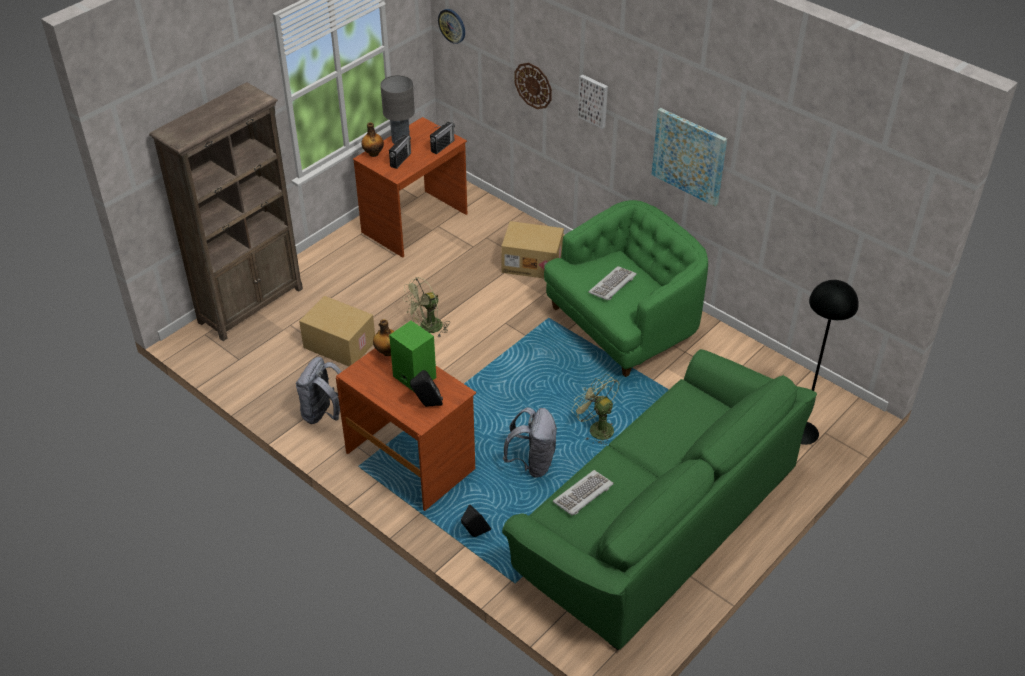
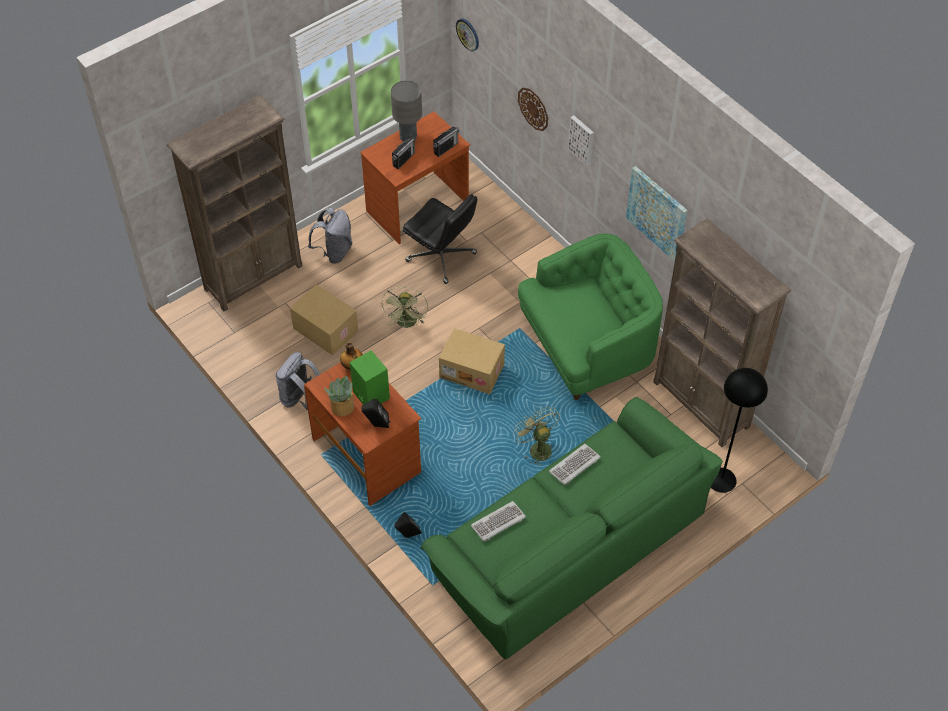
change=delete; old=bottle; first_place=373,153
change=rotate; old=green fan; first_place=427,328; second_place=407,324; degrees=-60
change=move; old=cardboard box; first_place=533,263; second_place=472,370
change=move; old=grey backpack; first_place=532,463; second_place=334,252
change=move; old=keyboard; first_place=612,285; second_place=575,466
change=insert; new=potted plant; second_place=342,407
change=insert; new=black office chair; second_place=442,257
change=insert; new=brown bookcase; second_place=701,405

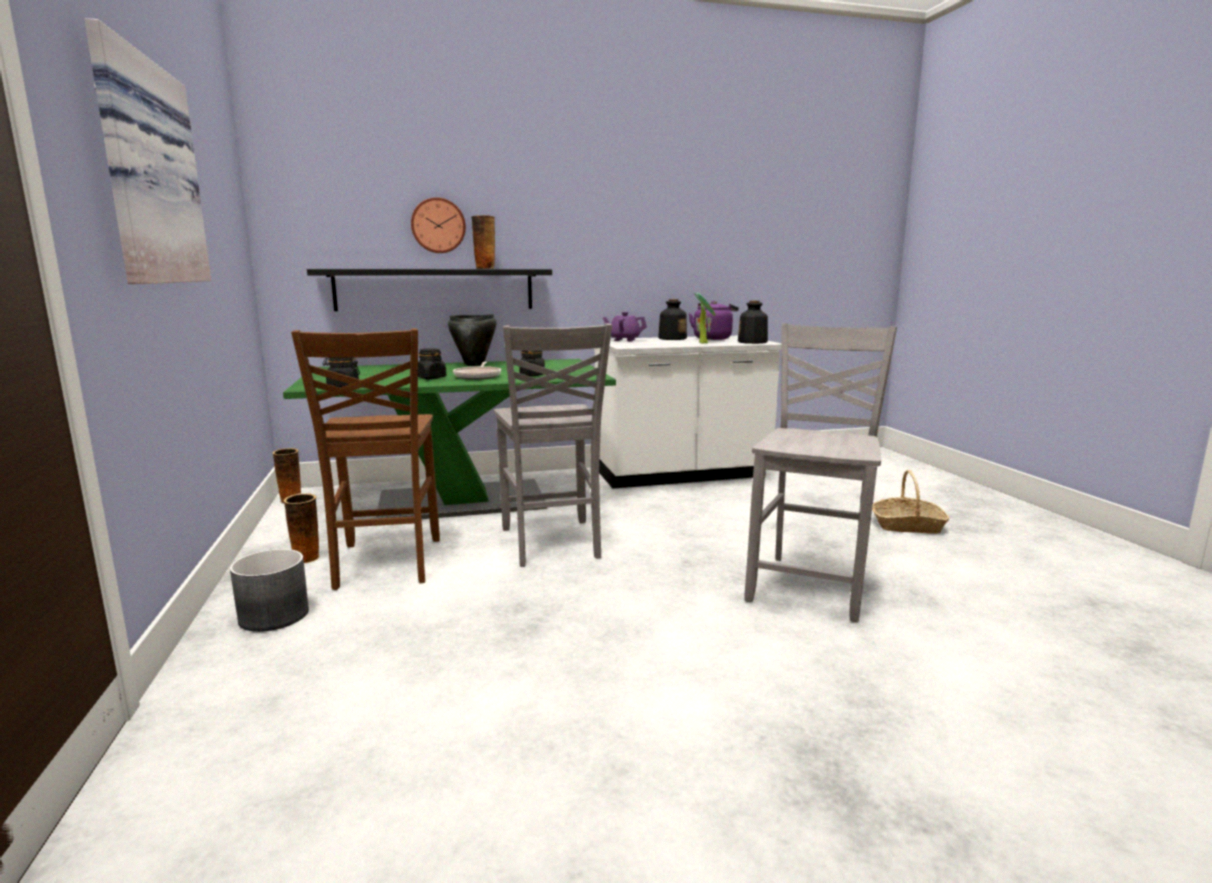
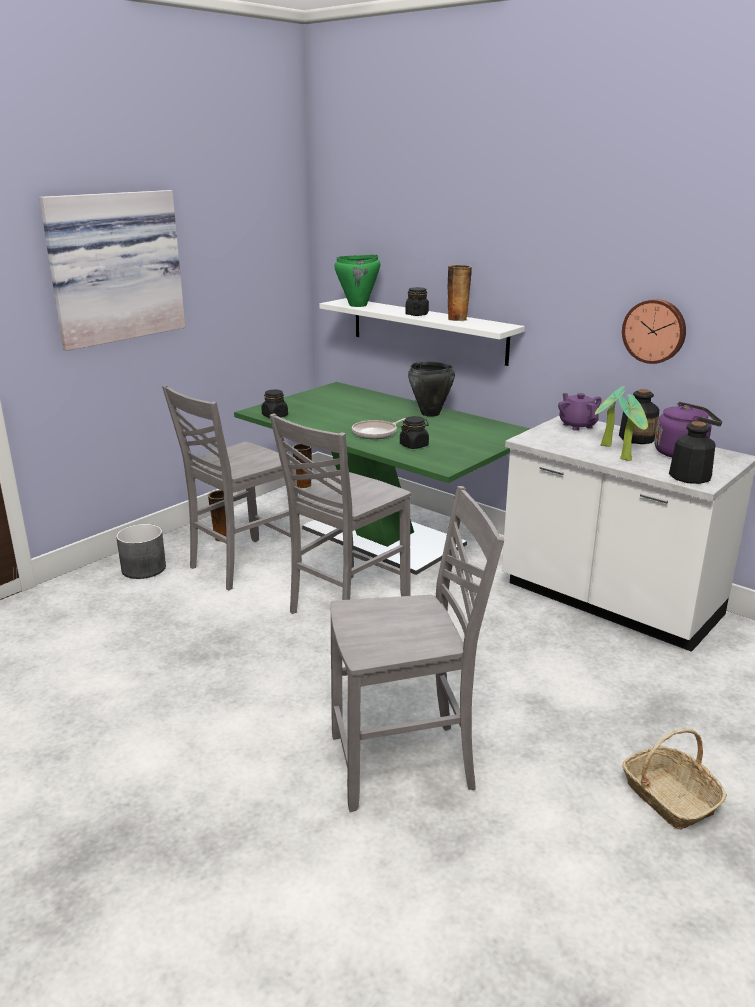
change=recolor; old=brown chair; new=grey chair; first_place=385,564; second_place=242,565
change=recolor; old=black shelf; new=white shelf; first_place=435,289; second_place=427,330
change=move; old=wall clock; first_place=438,225; second_place=654,331
change=move; old=black jar; first_place=431,378; second_place=416,314
change=insert; new=green cooking pot; second_place=358,305
change=insert; new=potted plant; second_place=604,446

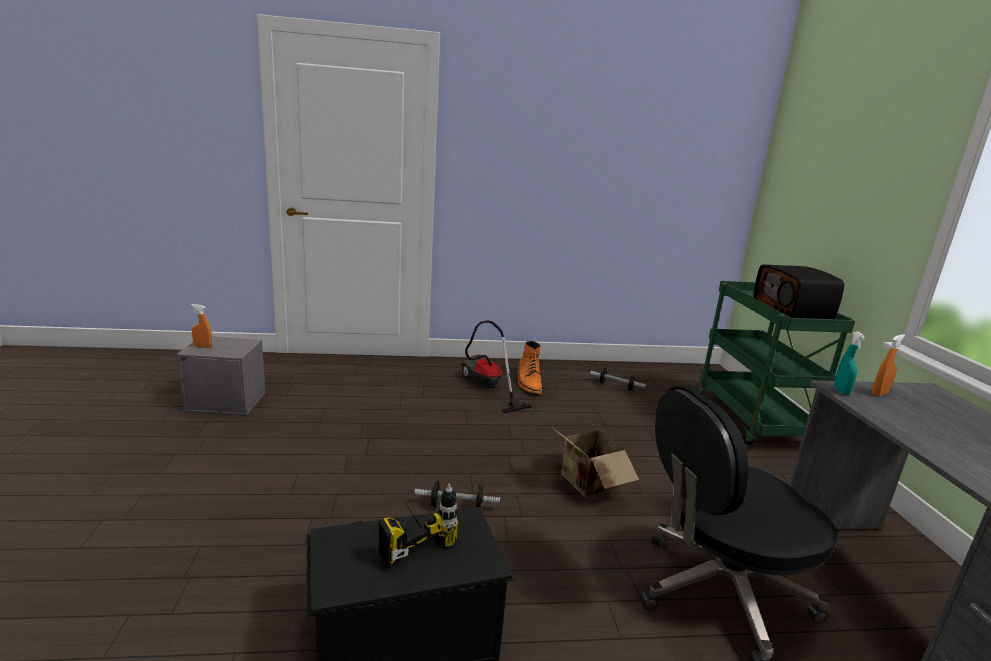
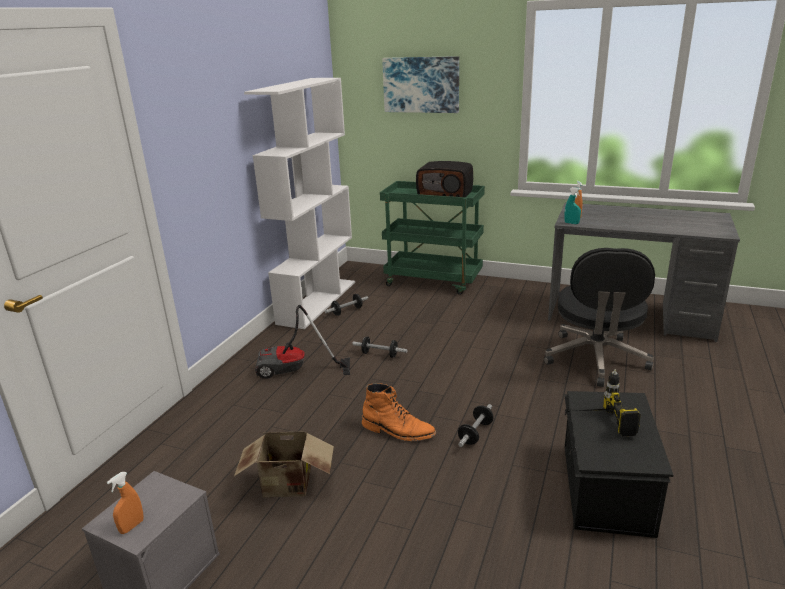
change=move; old=orange boot; first_place=528,383; second_place=398,431
change=move; old=cardboard box; first_place=586,484; second_place=288,486
change=insert; new=white bookcase; second_place=317,301
change=insert; new=dumbbell; second_place=380,354
change=insert; new=picture; second_place=421,84

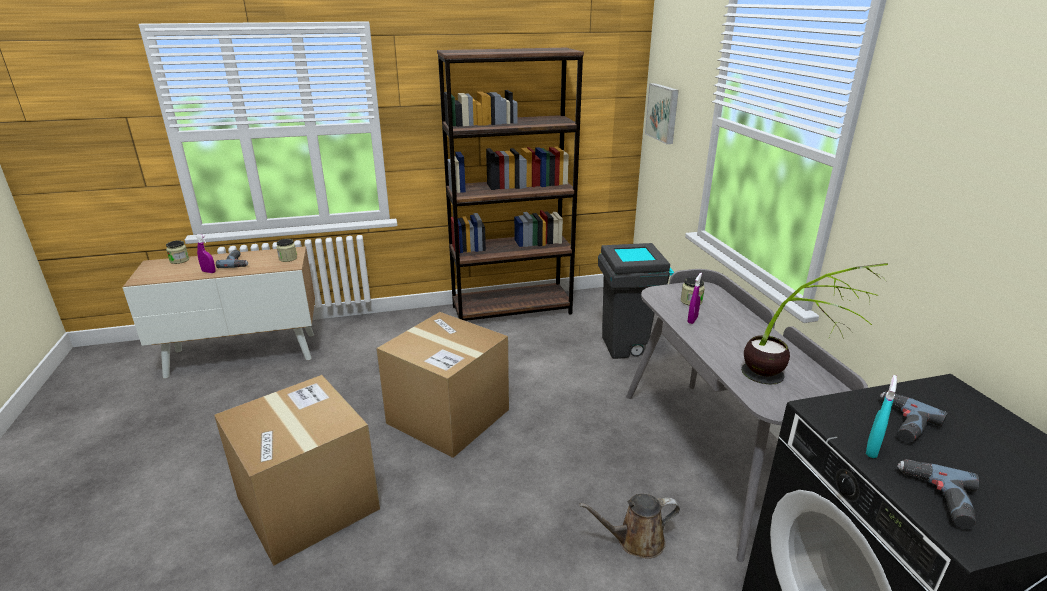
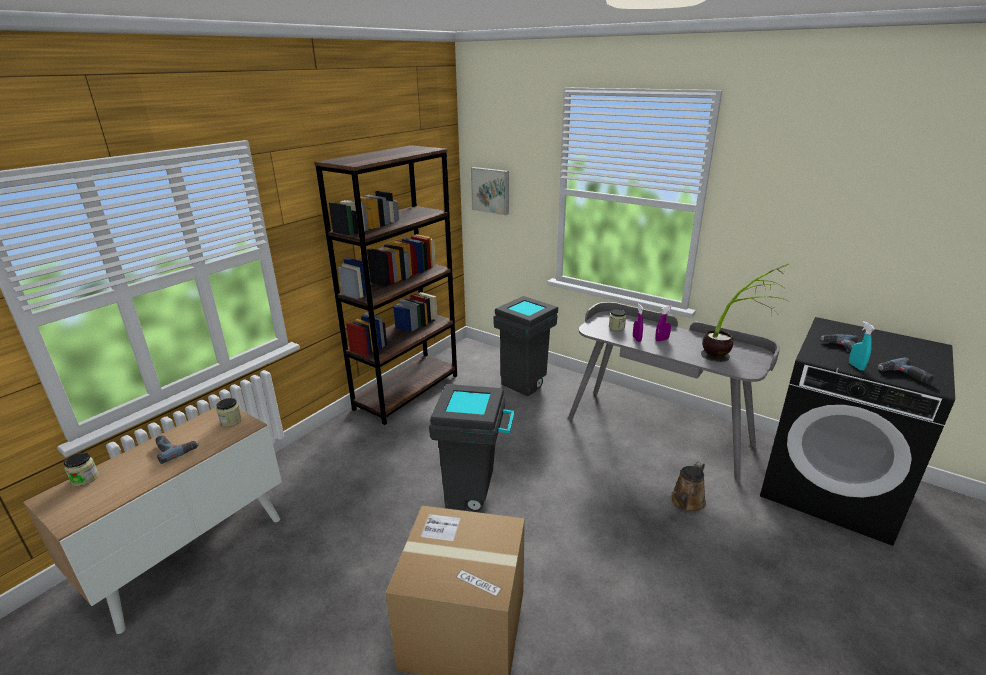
change=move; old=purple spray bottle; first_place=209,272; second_place=662,340
change=replace; old=cardboard box; new=grey trash can; first_place=448,416; second_place=474,496

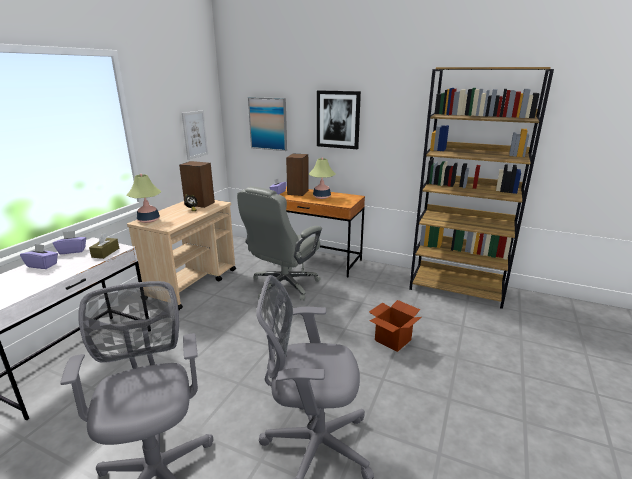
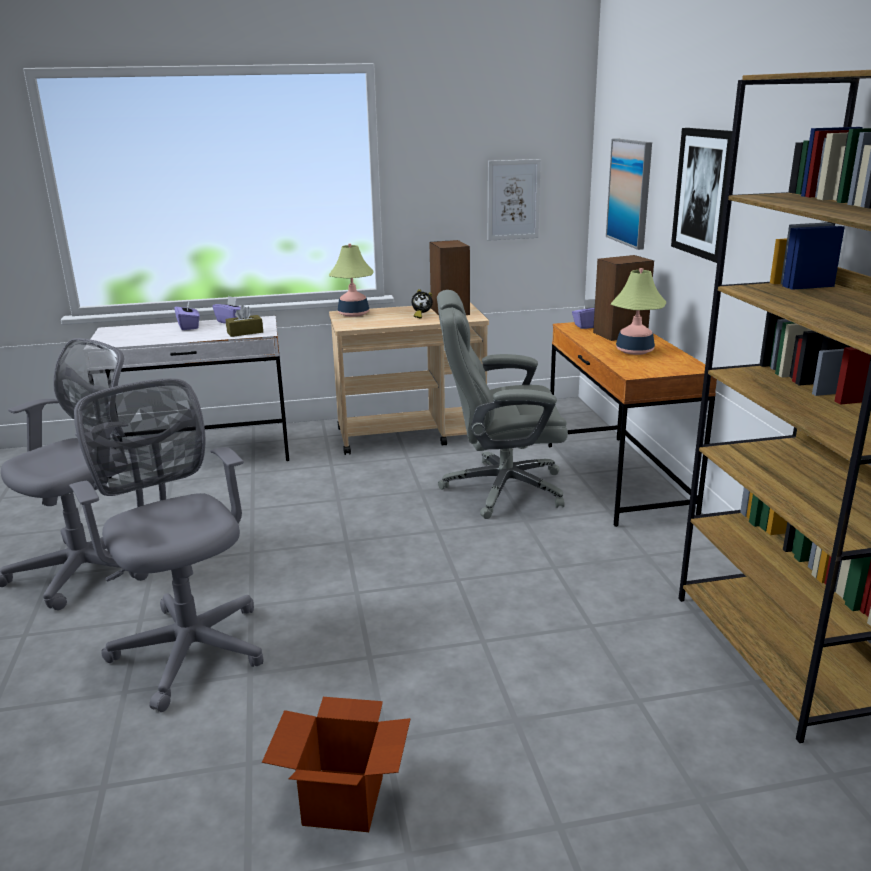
change=move; old=cardboard box; first_place=393,340; second_place=344,800

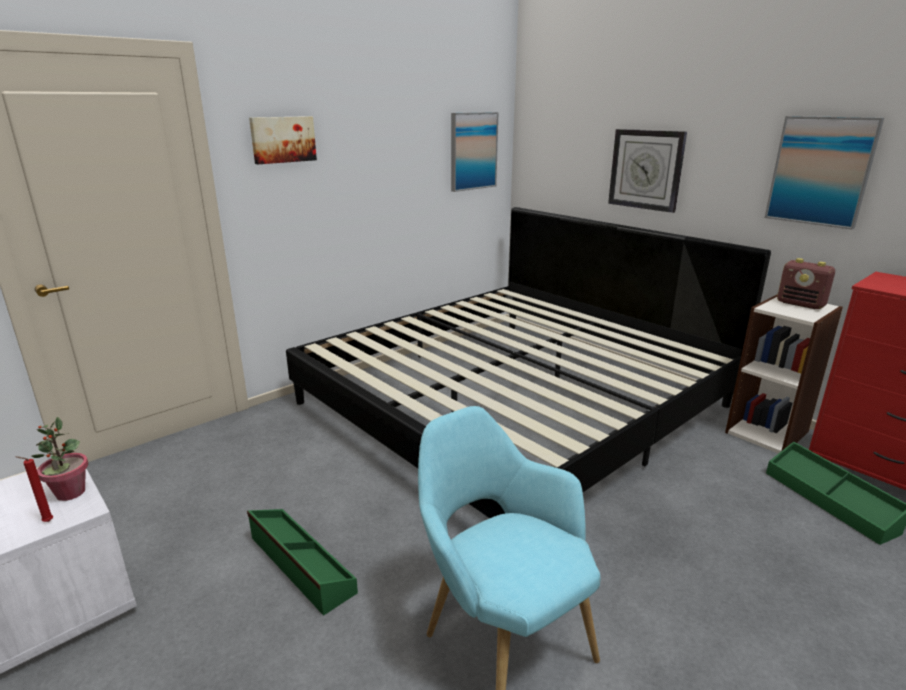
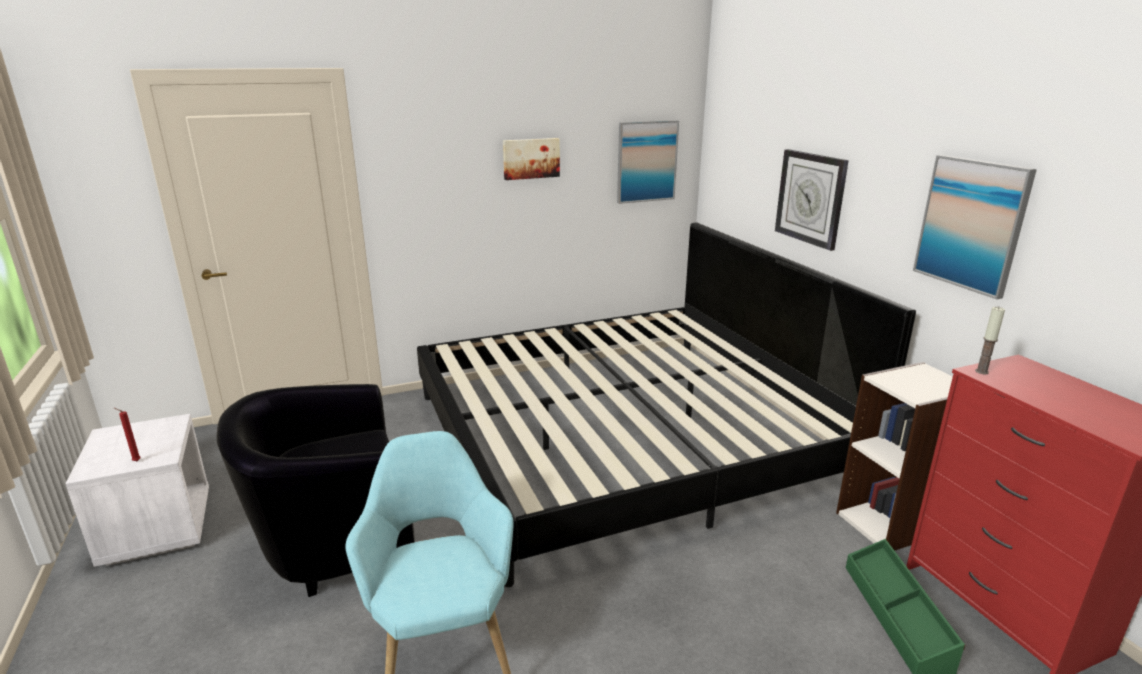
change=delete; old=potted plant; first_place=70,493
change=replace; old=green storage box; new=black armchair; first_place=300,565; second_place=333,543
change=move; old=picture; first_place=283,139; second_place=531,158
change=delete; old=radio; first_place=801,304
change=insert; new=candle; second_place=981,371

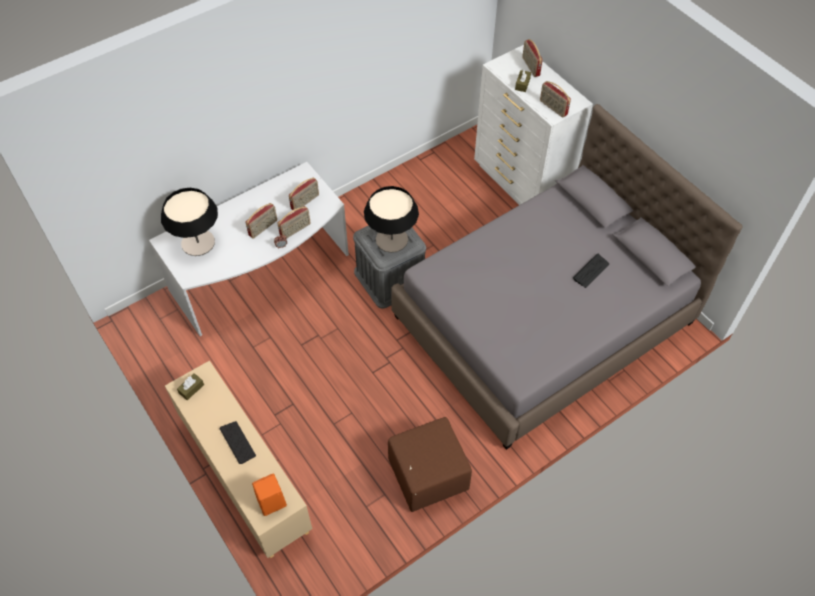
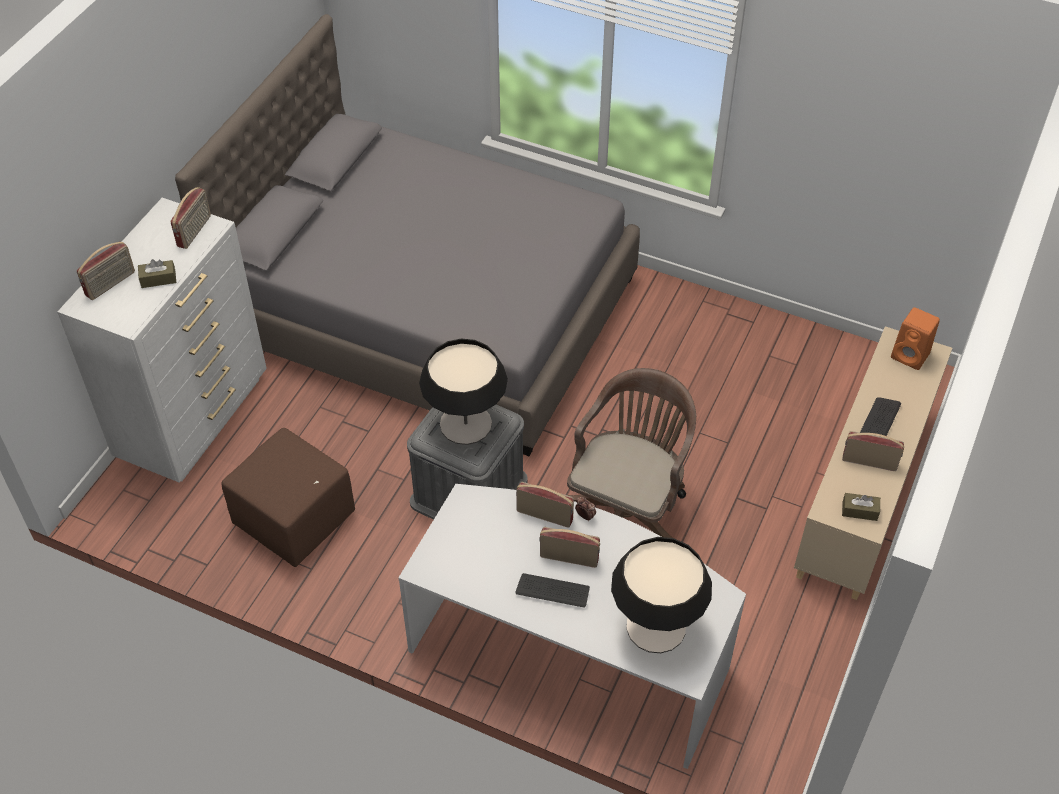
change=move; old=radio; first_place=305,202; second_place=869,461
change=move; old=brown ottoman; first_place=427,476; second_place=295,519
change=move; old=keyboard; first_place=591,271; second_place=553,591
change=insert; new=brown office chair; second_place=627,511

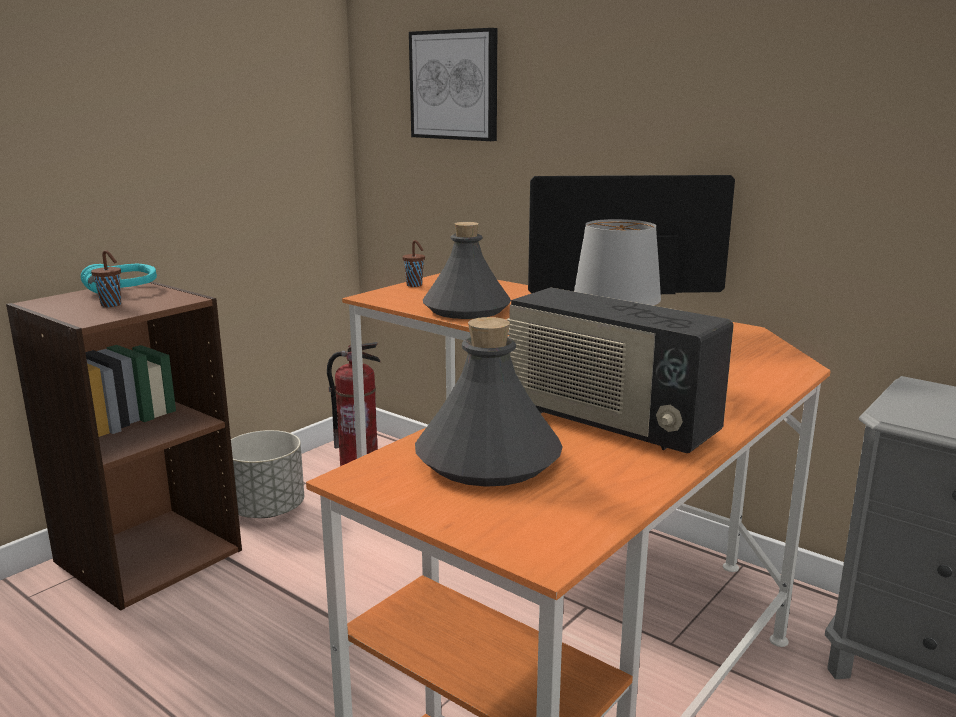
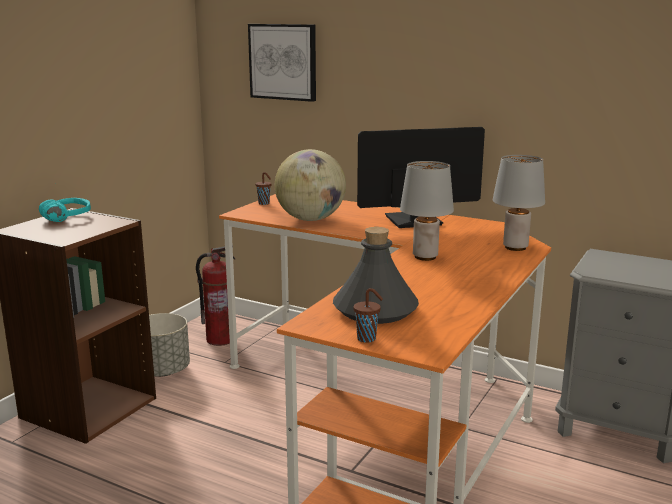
change=move; old=brown cup; first_place=112,305; second_place=367,339
change=replace; old=grey bottle; new=globe; first_place=467,309; second_place=311,219
change=delete; old=radio; first_place=608,423
change=insert; new=grey table lamp; second_place=514,247

